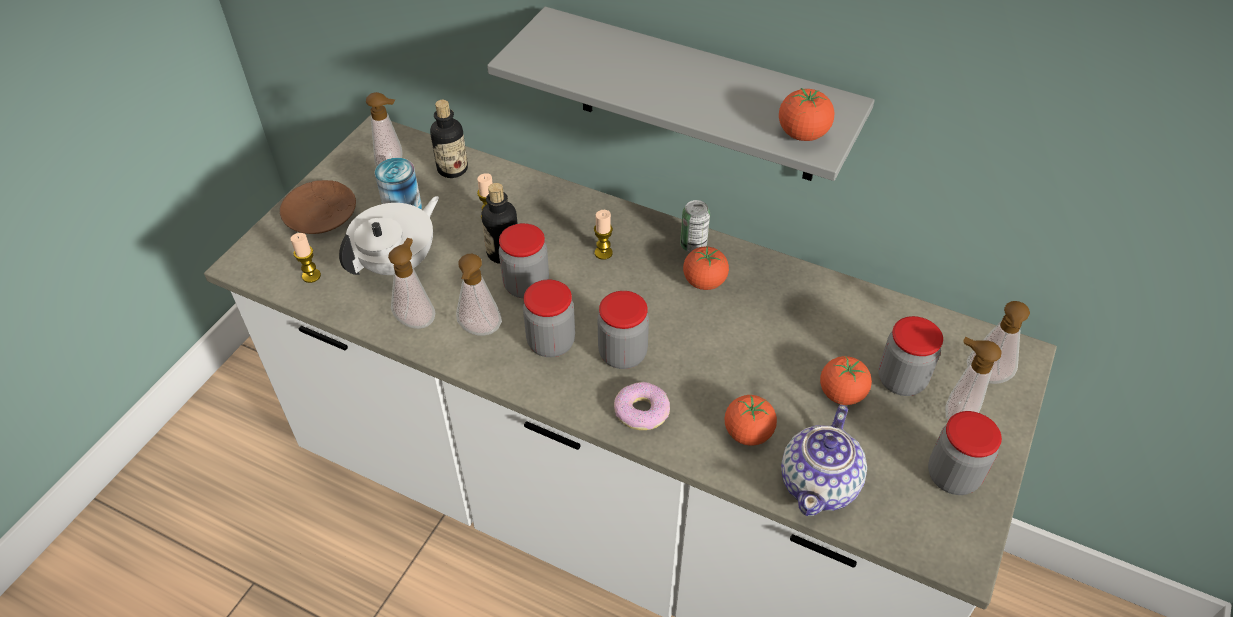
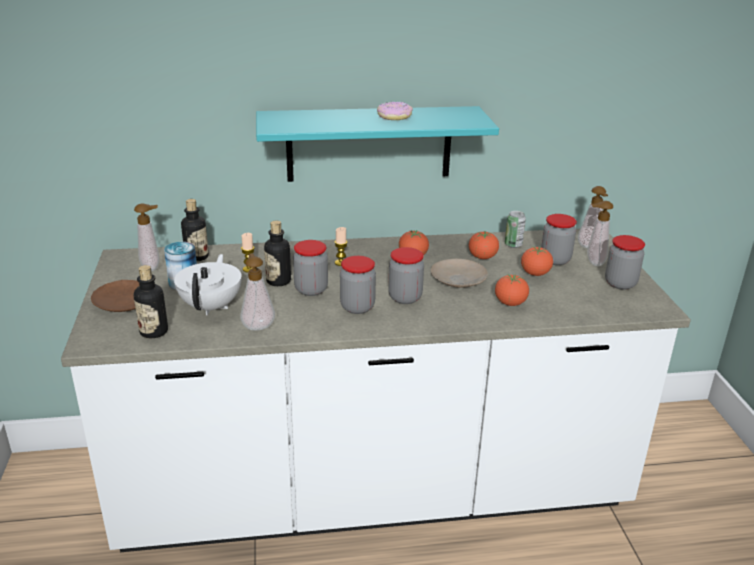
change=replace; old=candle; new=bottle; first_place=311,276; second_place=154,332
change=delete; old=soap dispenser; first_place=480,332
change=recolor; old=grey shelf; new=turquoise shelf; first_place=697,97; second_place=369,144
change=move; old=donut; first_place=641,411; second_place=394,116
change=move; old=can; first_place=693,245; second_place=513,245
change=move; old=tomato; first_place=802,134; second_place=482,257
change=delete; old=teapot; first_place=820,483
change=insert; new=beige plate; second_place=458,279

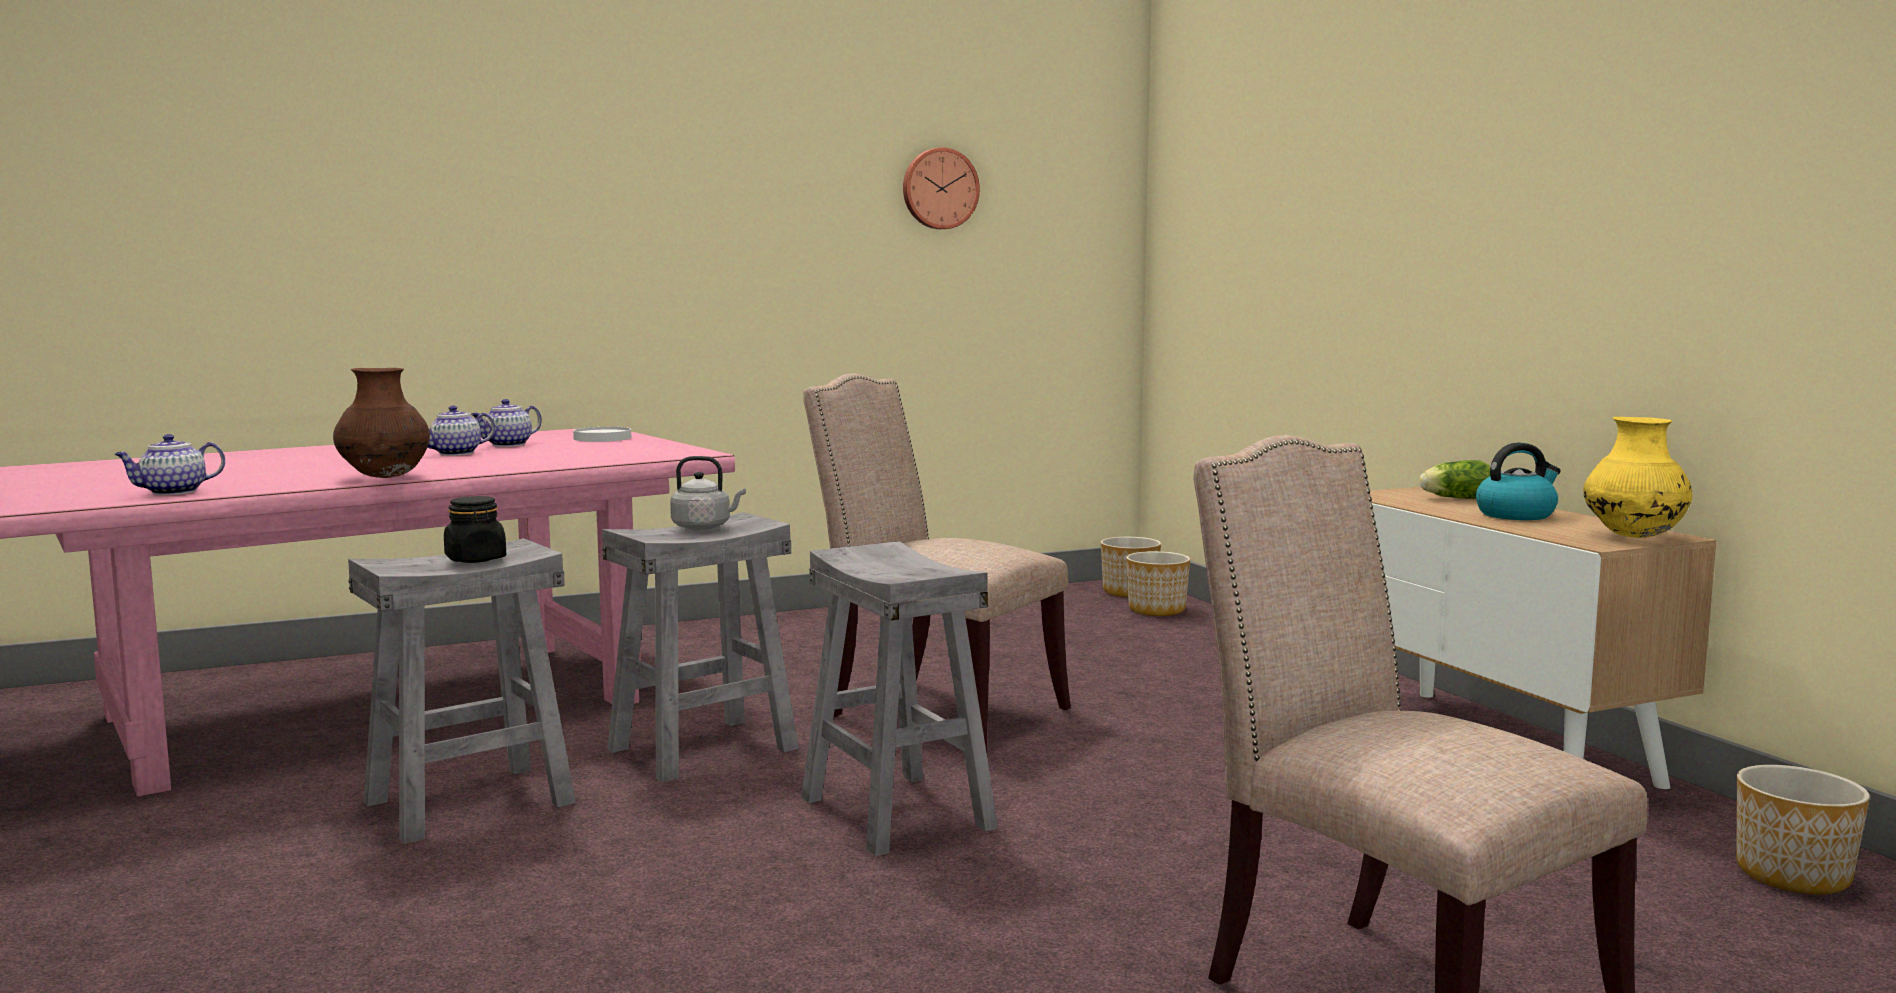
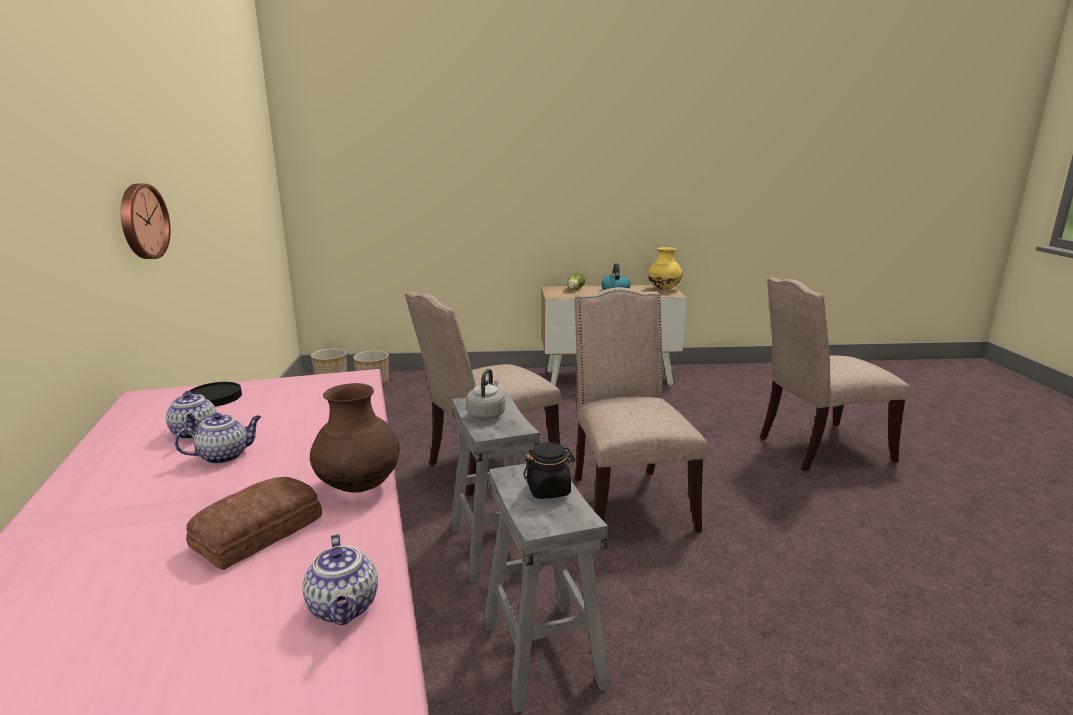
change=rotate; old=teapot; first_place=455,453; second_place=225,456; degrees=-105
change=recolor; old=white plate; new=black plate; first_place=603,438; second_place=215,397
change=replace; old=grey stool; new=beige chair; first_place=898,812; second_place=627,500
change=move; old=wall clock; first_place=939,189; second_place=142,221
change=delete; old=planter; first_place=1794,876
change=insert; new=bread; second_place=260,533

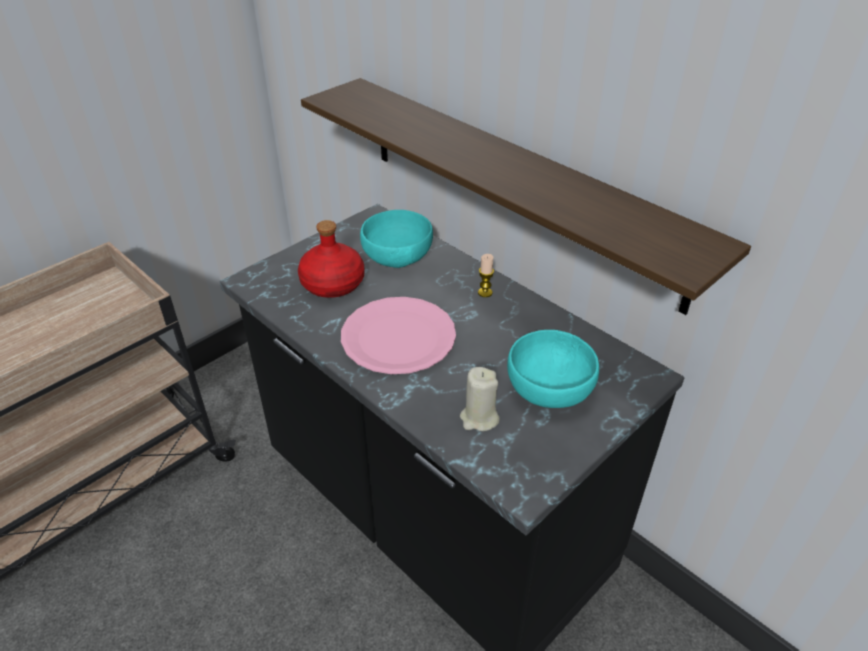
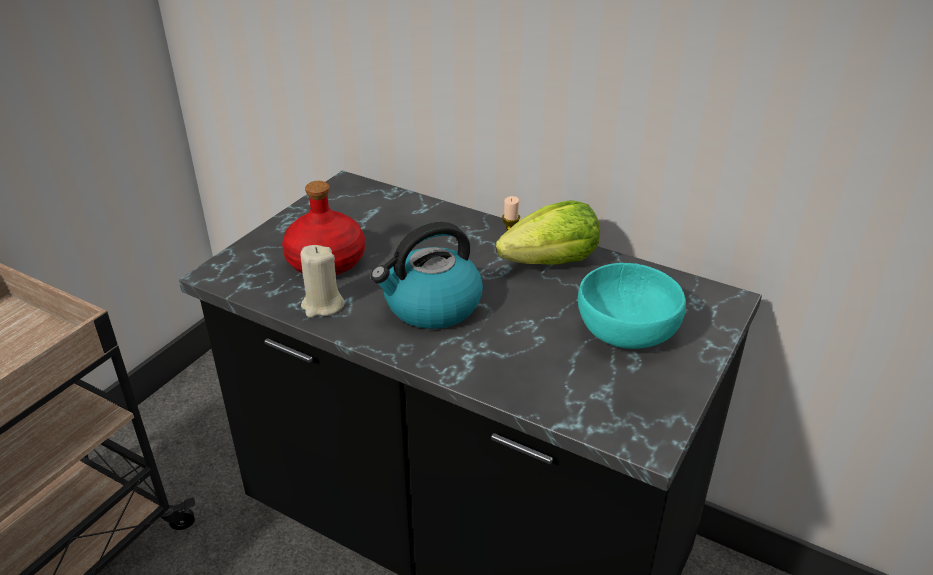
change=delete; old=shelf; first_place=516,187
change=replace; old=pink plate; new=kettle; first_place=398,337; second_place=431,306
change=delete; old=turquoise bowl; first_place=398,255
change=move; old=beige candle; first_place=479,418; second_place=322,305
change=insert; new=lettuce; second_place=552,263

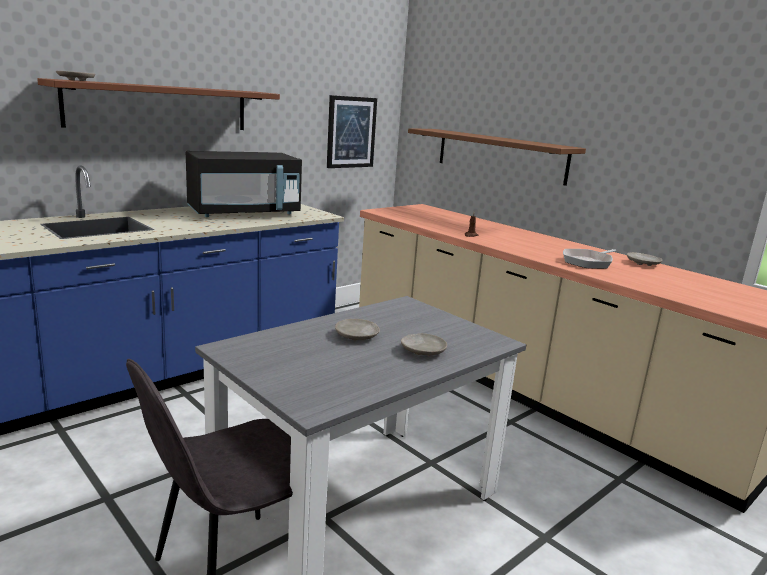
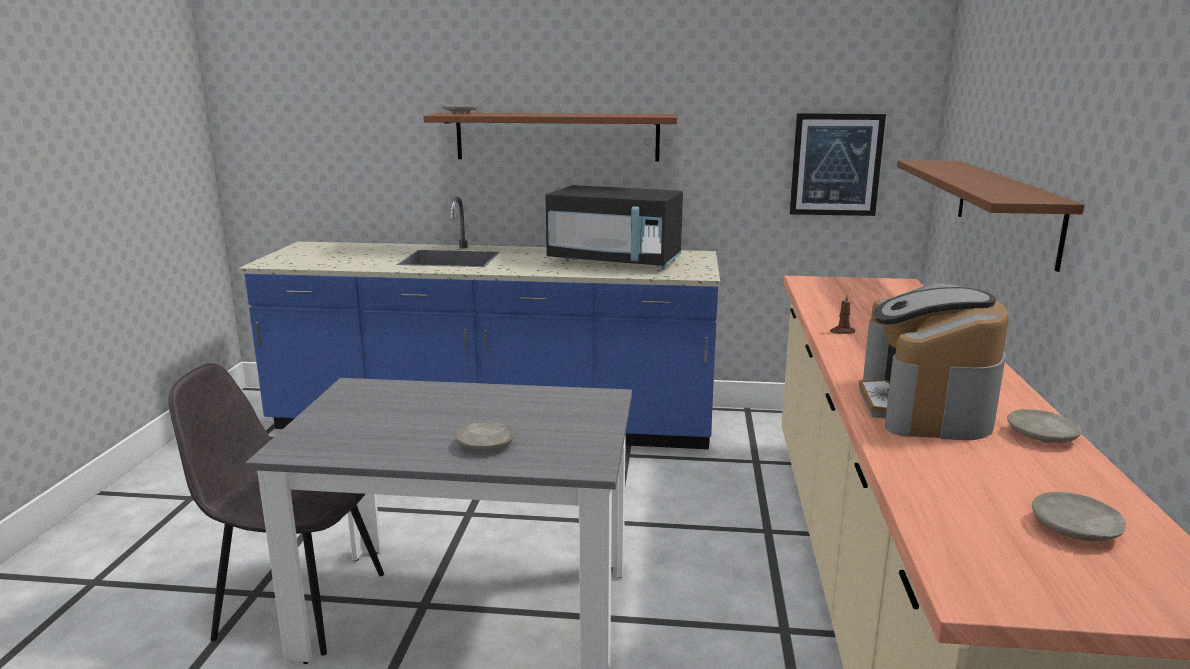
change=move; old=beige plate; first_place=357,336; second_place=1075,529
change=replace; old=frying pan; new=coffee machine; first_place=588,262; second_place=925,407

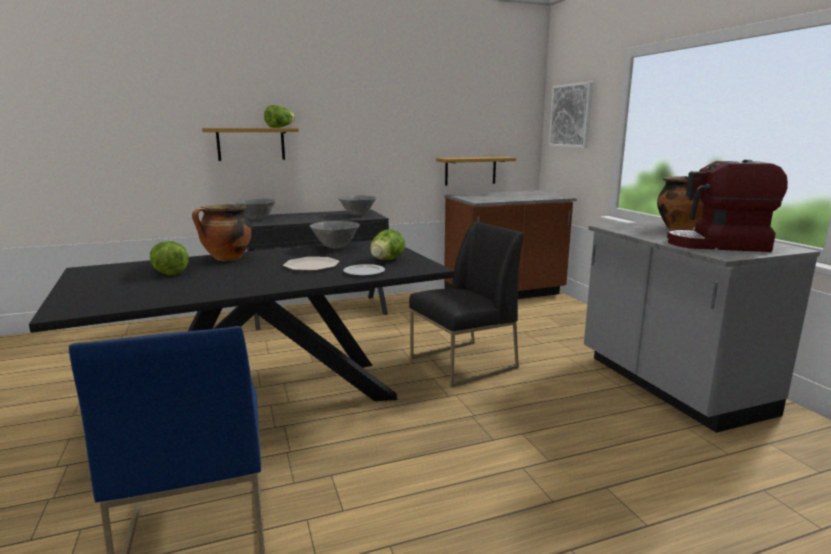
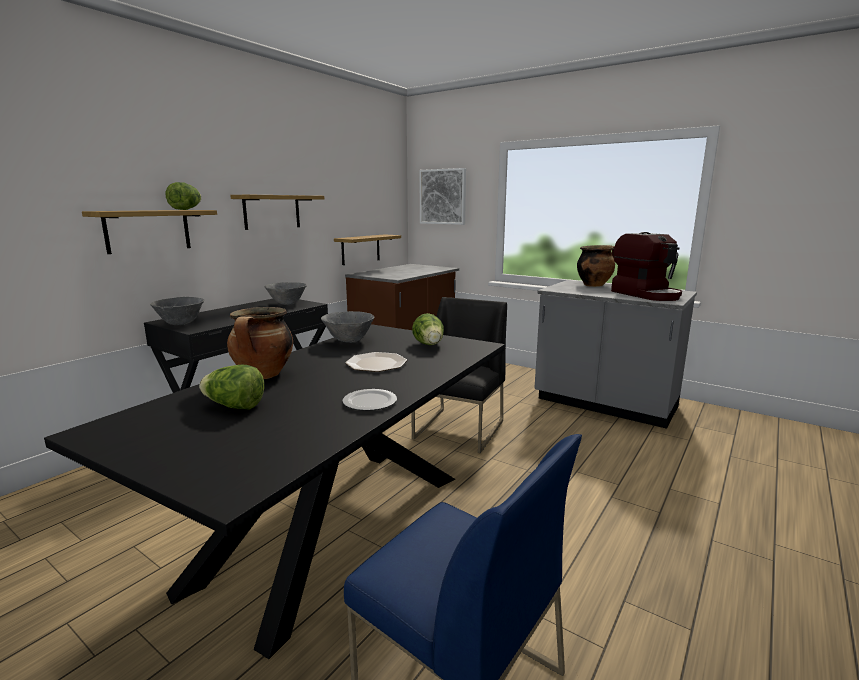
change=move; old=plate; first_place=363,272; second_place=369,402
change=rotate; old=coffee machine; first_place=718,245; second_place=646,294; degrees=-90
change=insert; new=shelf; second_place=272,212

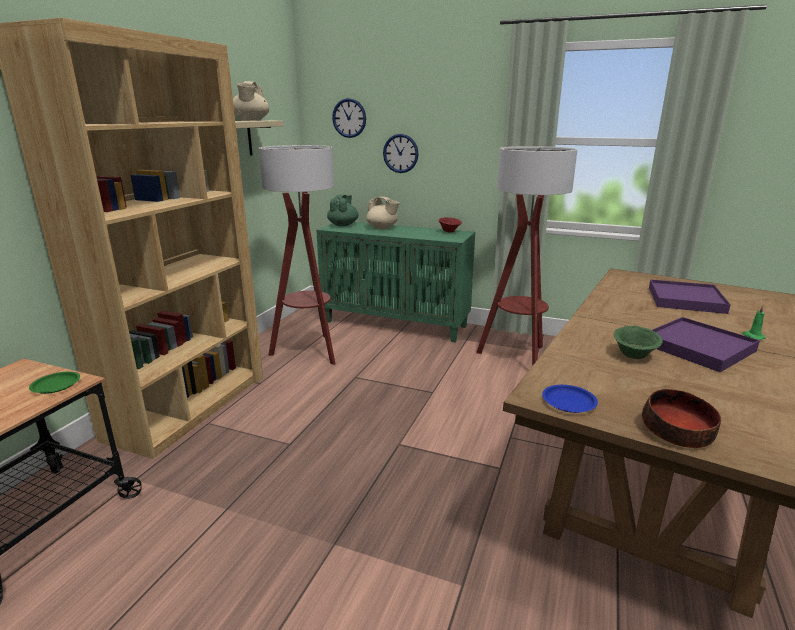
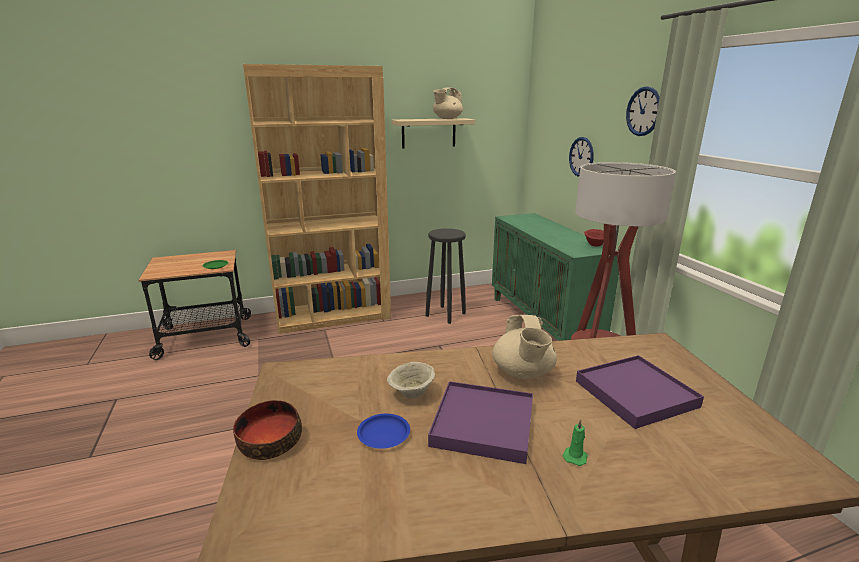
change=replace; old=floor lamp; new=black stool; first_place=310,351; second_place=446,314
change=delete; old=green teapot; first_place=343,225
change=move; old=wall clock; first_place=349,118; second_place=643,111
change=move; old=beige teapot; first_place=382,228; second_place=523,373
change=move; old=blue plate; first_place=568,402; second_place=384,434
change=recolor; old=green bowl; new=beige bowl; first_place=634,356; second_place=412,394

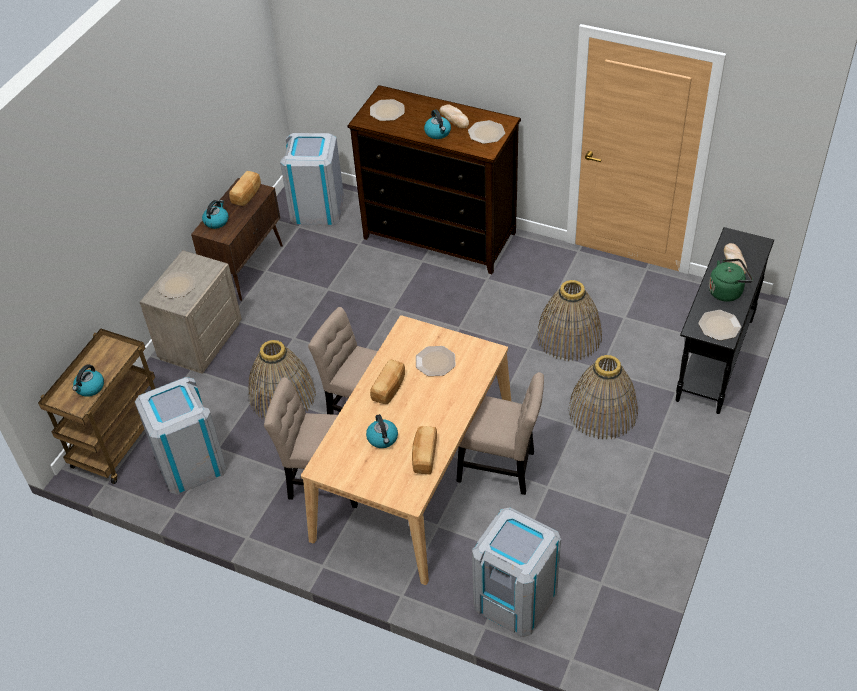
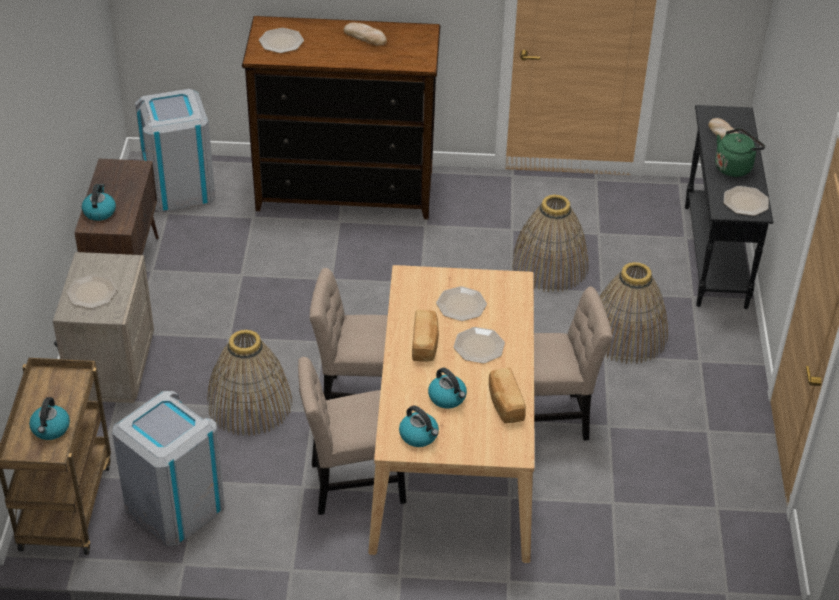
change=delete; old=bread; first_place=247,195
change=move; old=kettle; first_place=438,133; second_place=419,436
change=move; old=plate; first_place=486,133; second_place=479,346
change=delete; old=grey trash can; first_place=515,598

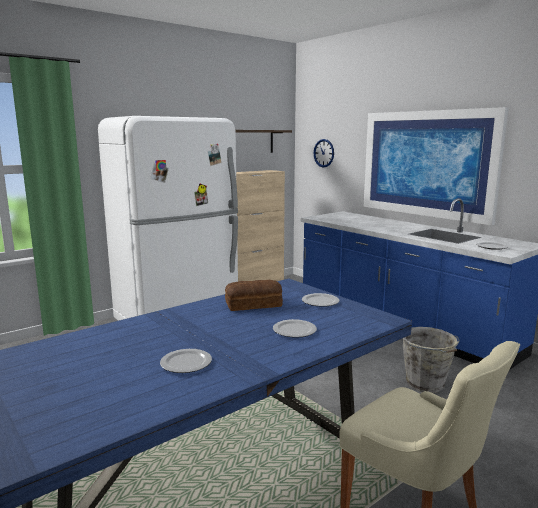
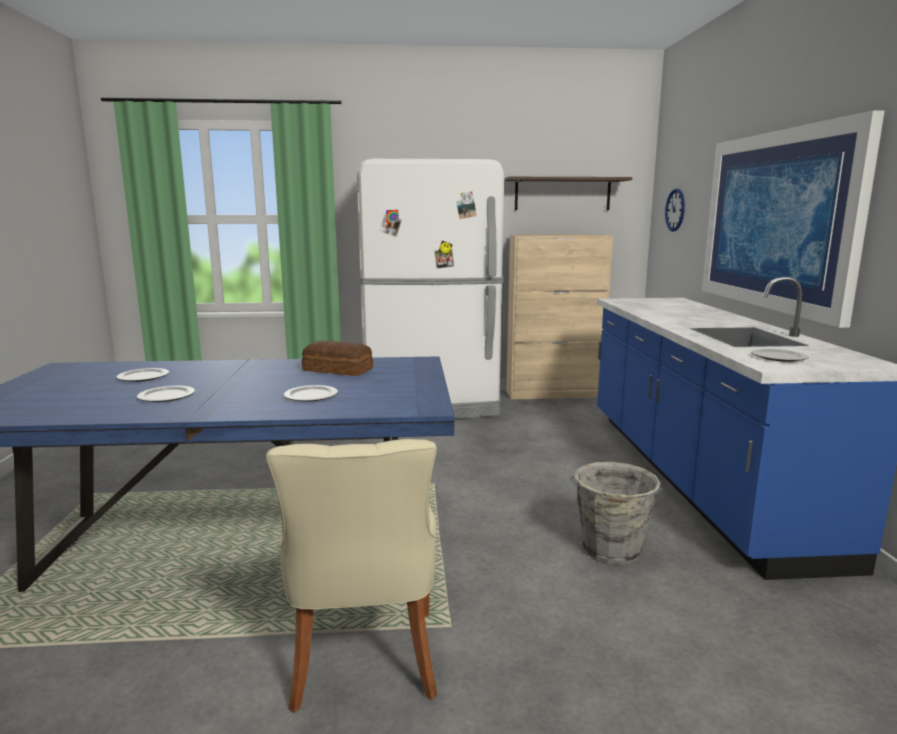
change=move; old=plate; first_place=320,301; second_place=144,377

